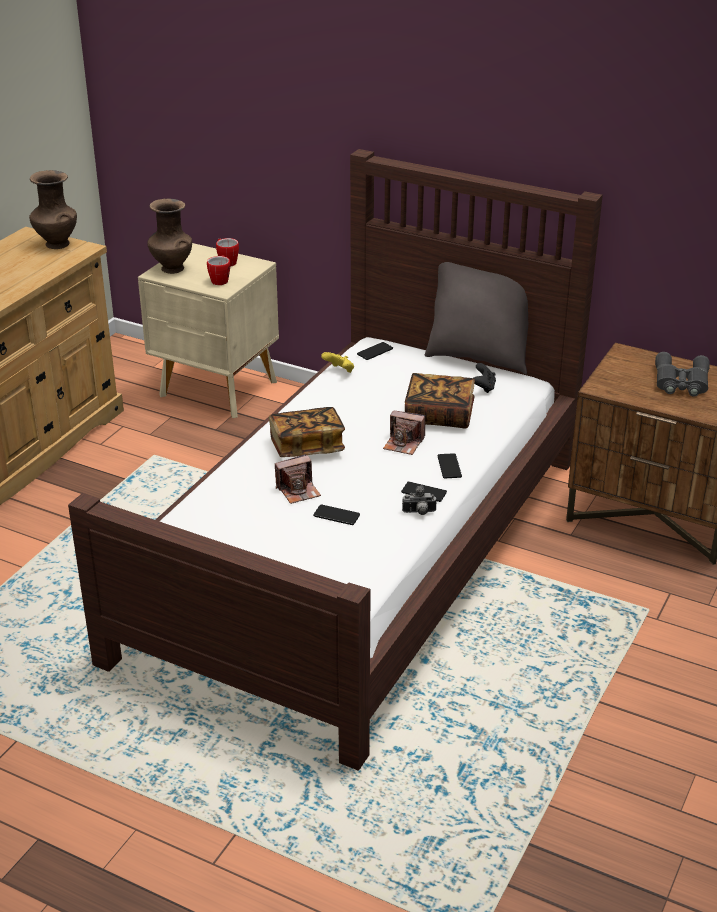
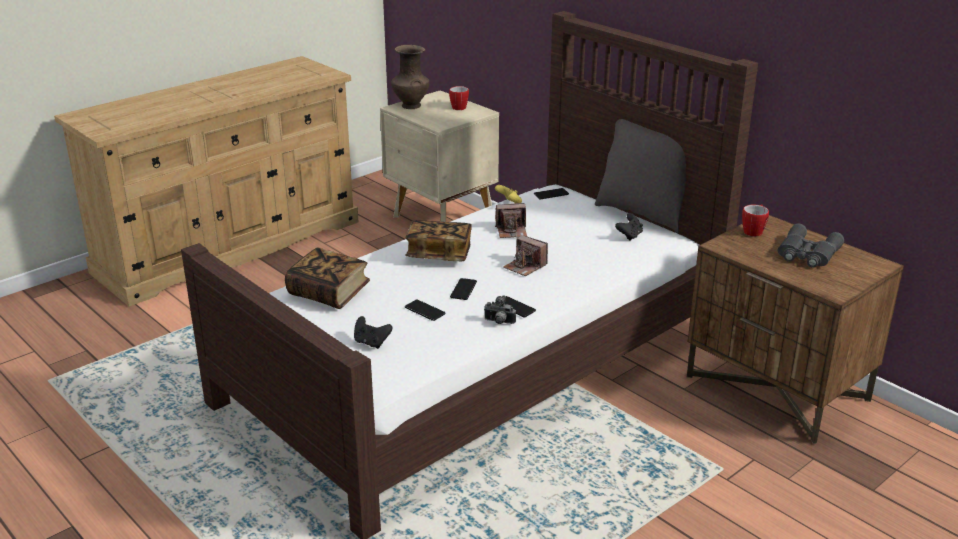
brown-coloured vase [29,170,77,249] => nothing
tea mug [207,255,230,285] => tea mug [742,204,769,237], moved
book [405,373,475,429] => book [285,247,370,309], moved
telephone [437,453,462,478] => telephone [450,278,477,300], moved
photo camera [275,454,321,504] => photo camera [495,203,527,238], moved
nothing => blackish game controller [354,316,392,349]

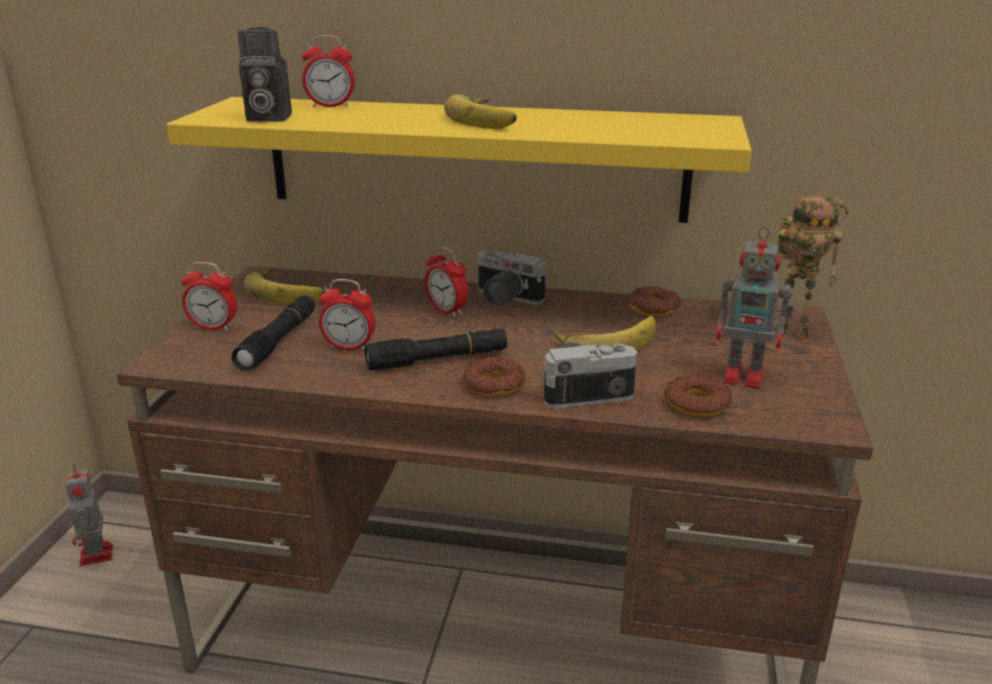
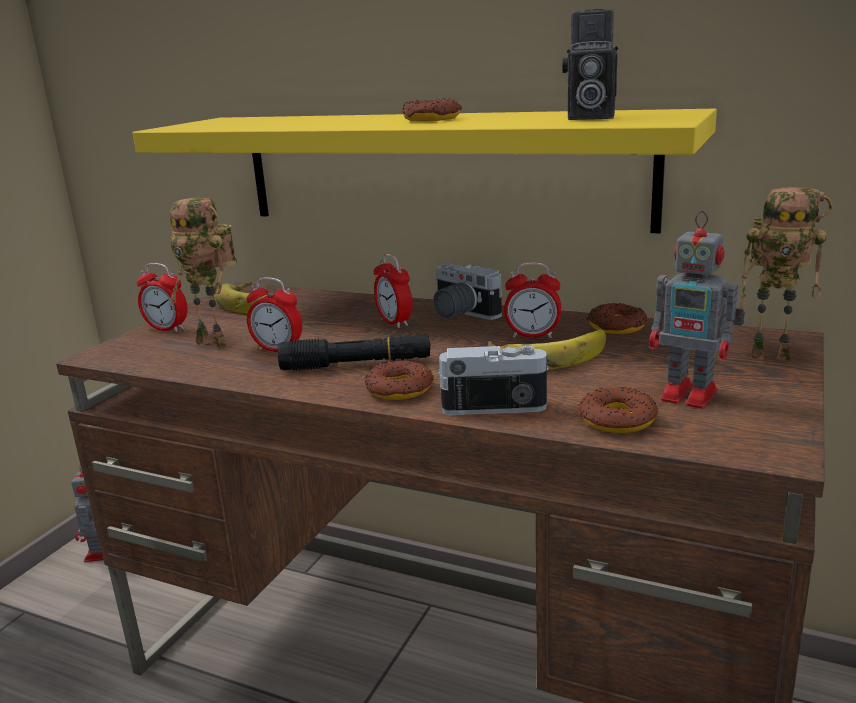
photo camera [238,27,292,122] => photo camera [562,9,618,120], moved
bedside clock [302,35,355,108] => bedside clock [504,262,561,338], moved
whole banana [444,94,517,129] => donut [402,98,462,122]
blackish flashlight [231,295,315,371] => model robot [169,198,237,348]

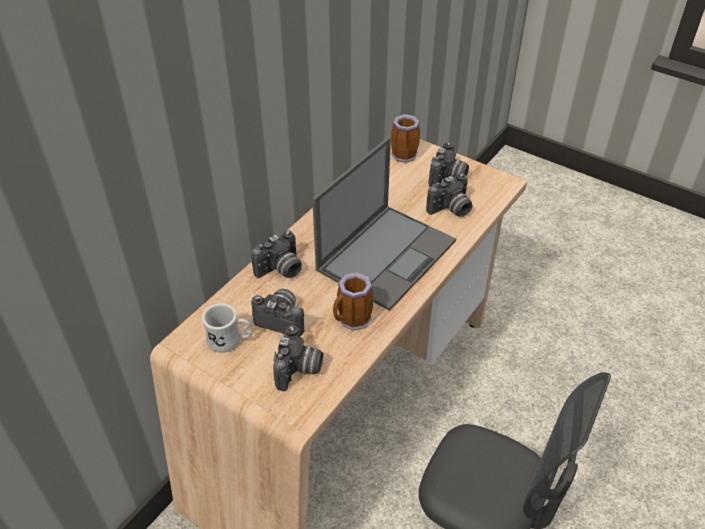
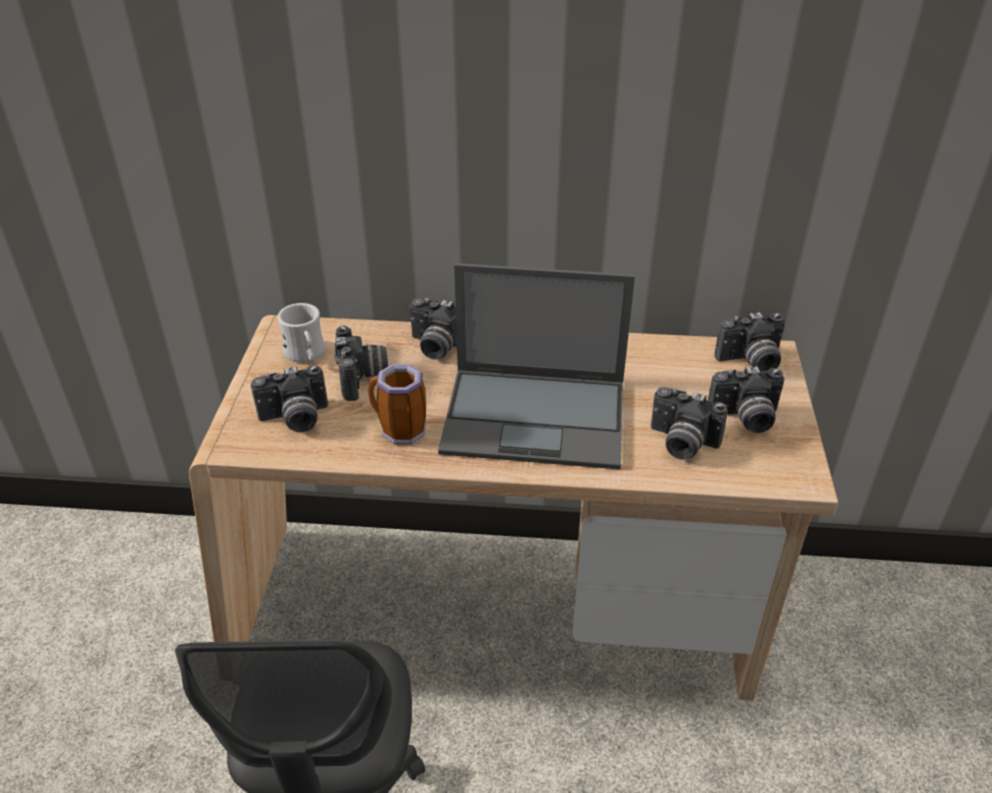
tea mug [391,114,420,163] => photo camera [715,312,785,371]

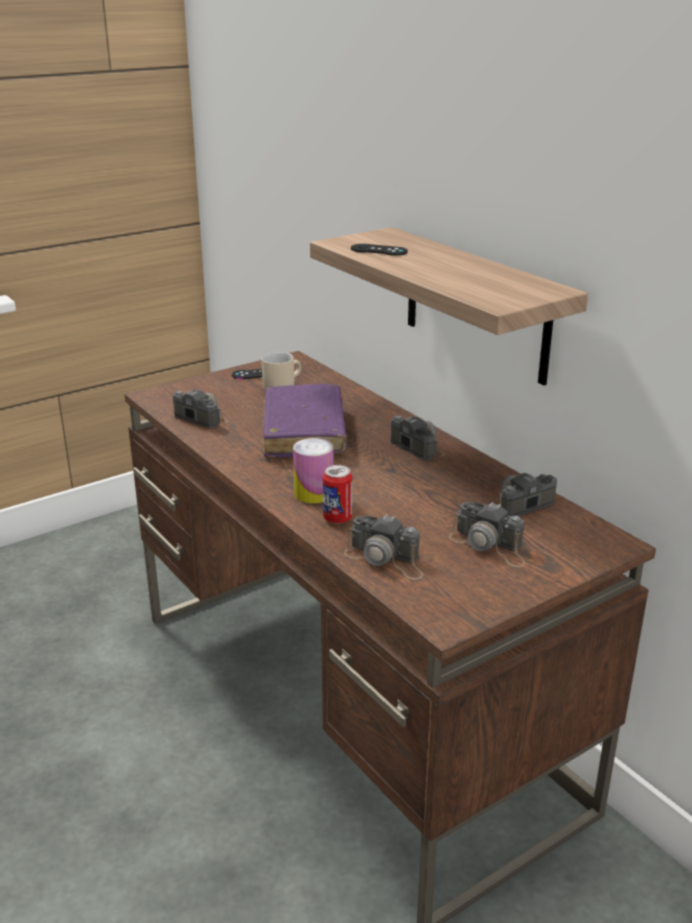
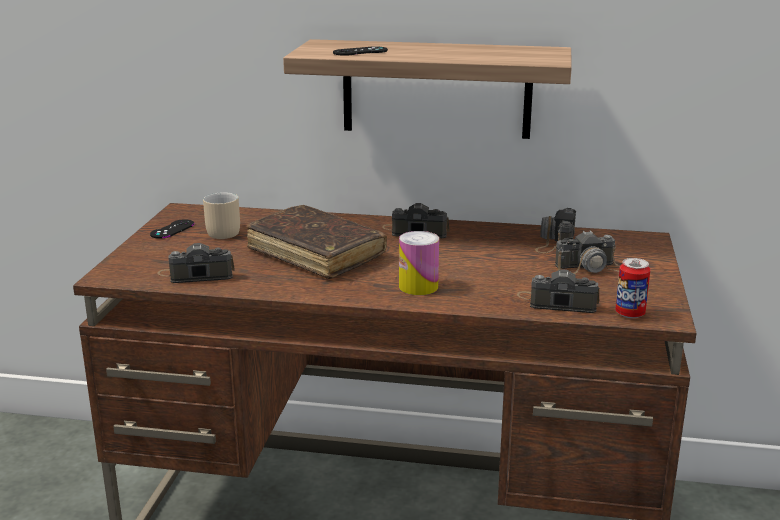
purple-coloured book [263,384,347,458] => brown-coloured book [247,205,387,279]
sealed can [323,465,352,524] => sealed can [615,258,650,318], moved
photo camera [344,514,424,580] => photo camera [517,269,599,313], 150 degrees counterclockwise

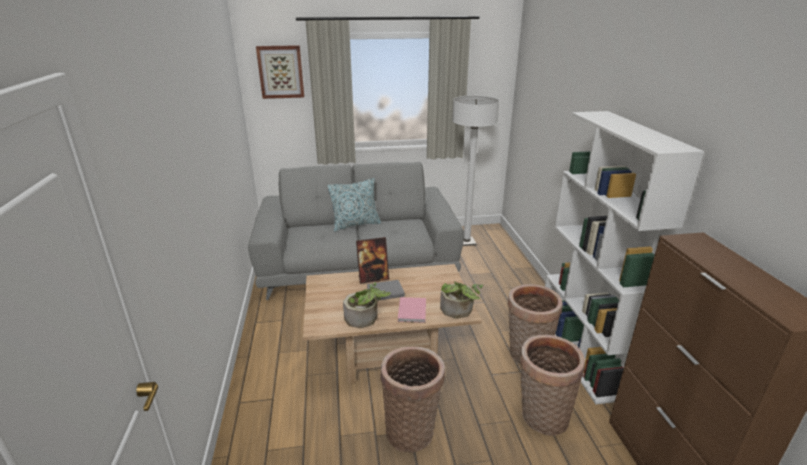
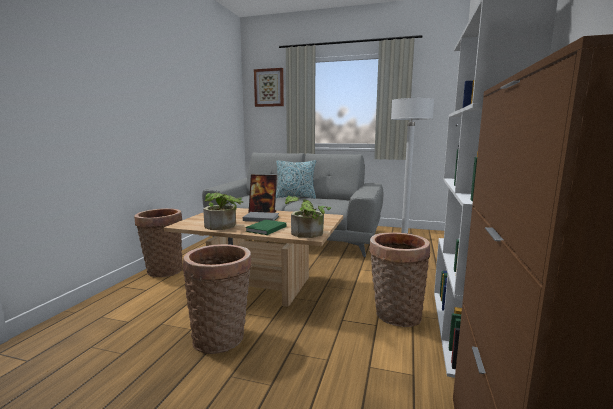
pinkish book [398,297,426,323] => green book [245,220,286,235]
basket [519,335,585,436] => basket [134,208,183,277], moved

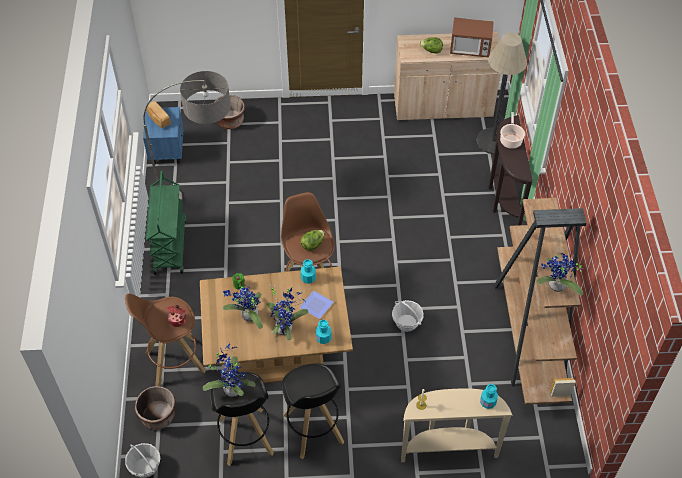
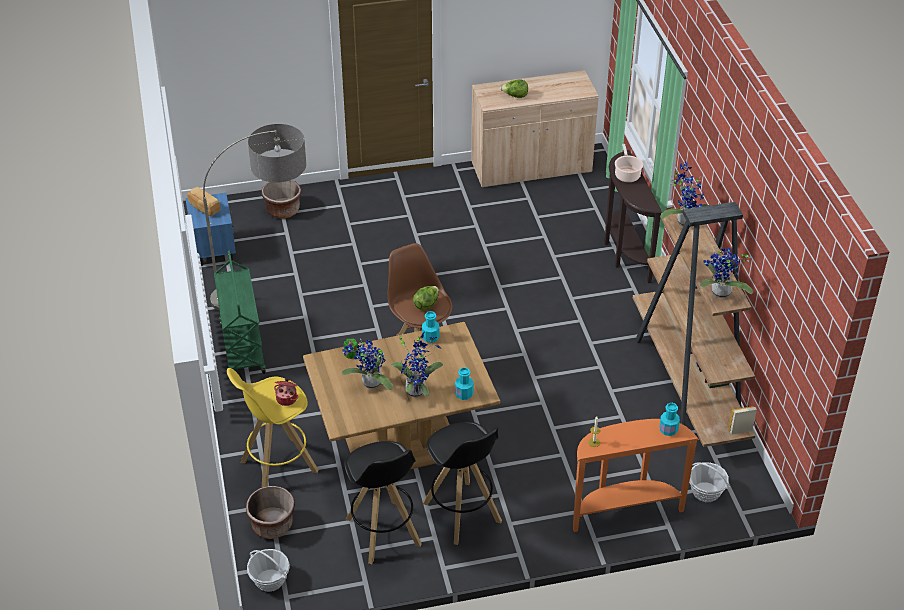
microwave [450,18,494,58] => nothing
standard lamp [476,33,527,154] => nothing
flat dish [299,291,334,319] => nothing
brown-coloured stool [125,293,206,386] => yellow stool [227,368,319,487]
basket [392,300,423,332] => basket [689,462,730,502], moved
houseplant [203,343,256,397] => houseplant [660,161,710,227], moved
beige narrow table [401,388,513,462] => orange-coloured narrow table [573,419,699,532]

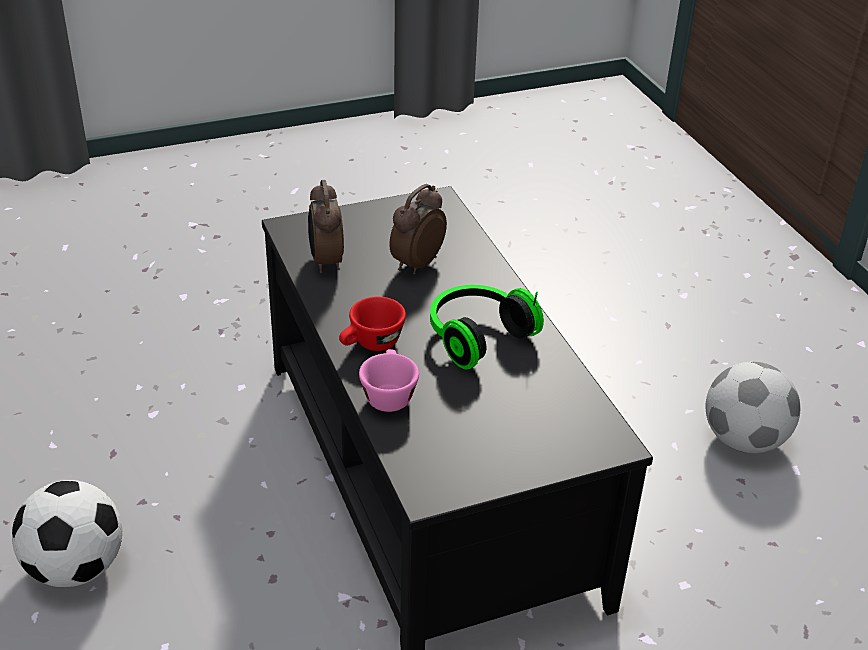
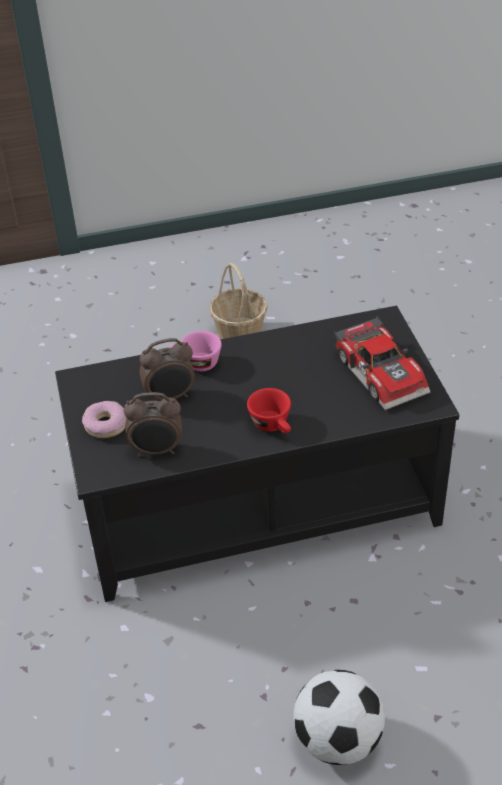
bedside clock [389,184,447,274] => bedside clock [140,338,195,401], 60 degrees counterclockwise
pair of headphones [430,285,544,369] => nothing
pinkish cup [359,349,419,412] => pinkish cup [169,331,222,371], moved
football [706,362,801,453] => basket [209,262,268,339]
nothing => toy car [334,317,430,410]
nothing => donut [82,401,126,438]

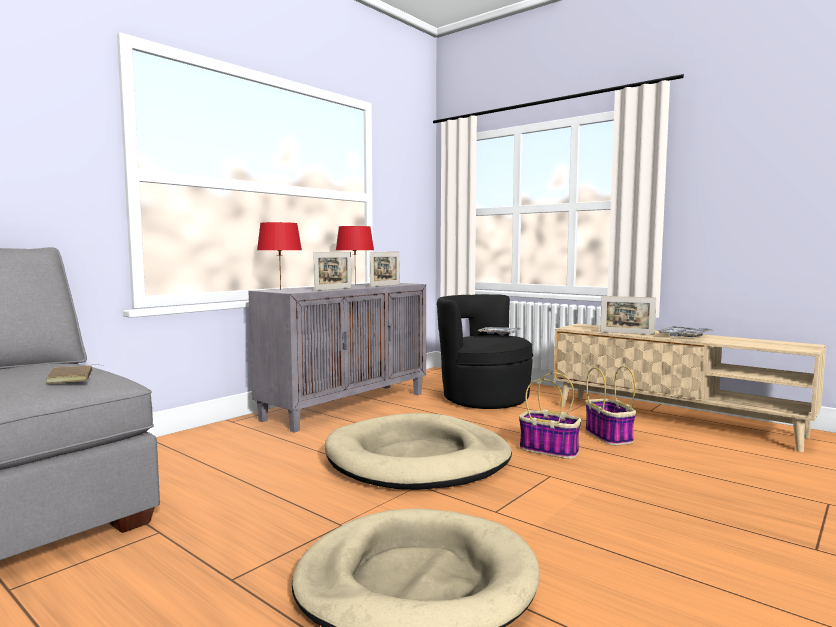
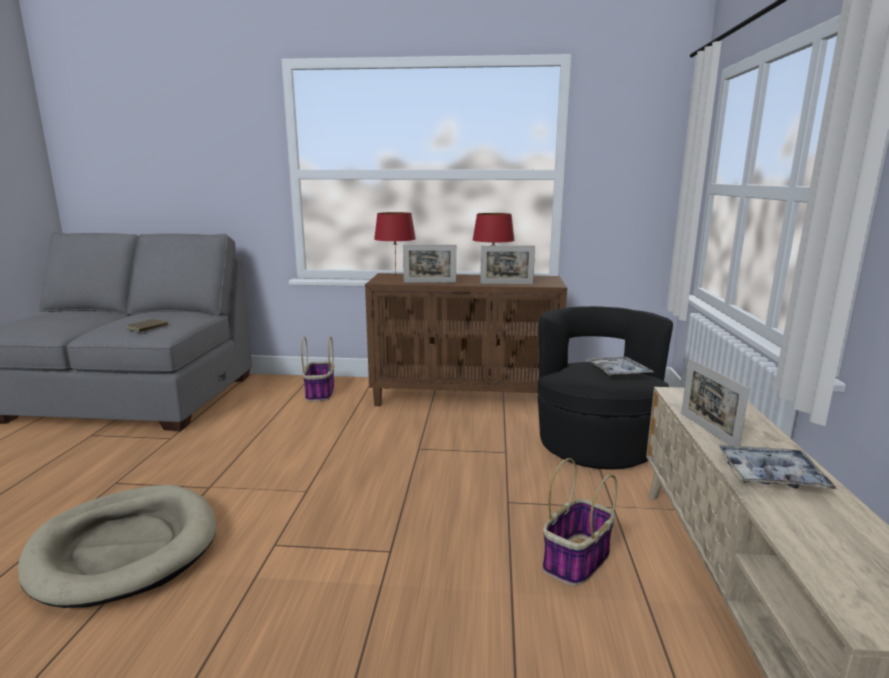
gray cupboard [249,283,426,433] => brown-coloured cupboard [365,273,567,406]
basket [519,372,581,459] => basket [301,336,334,401], moved
beige dog cushion [324,413,512,490] => nothing

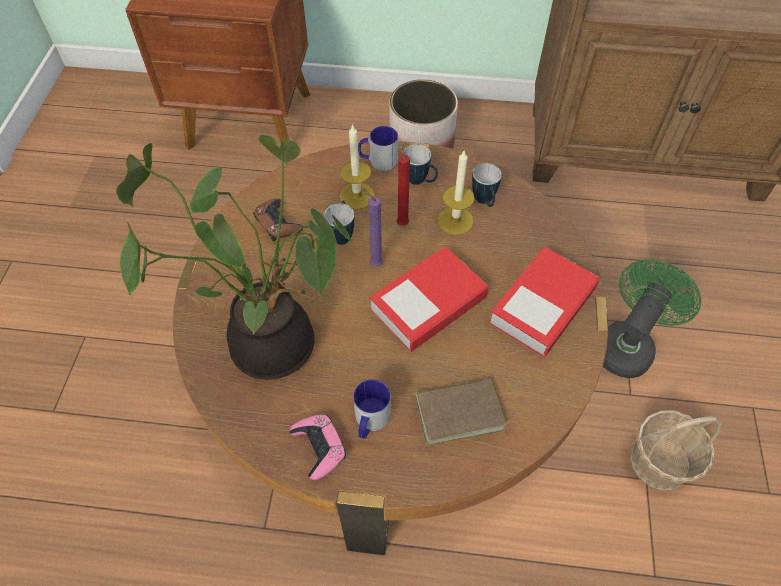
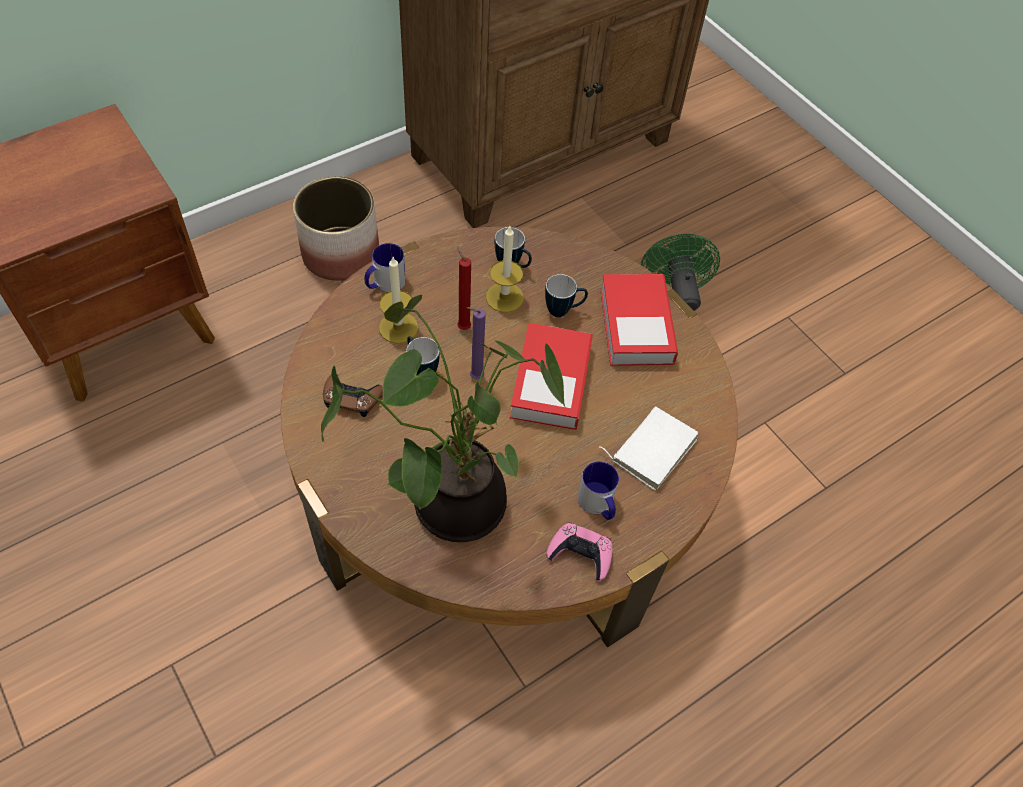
tea mug [404,145,438,185] => tea mug [545,274,588,317], moved
brown-coloured book [412,377,506,445] => white book [599,407,698,490]
basket [630,410,722,490] => nothing

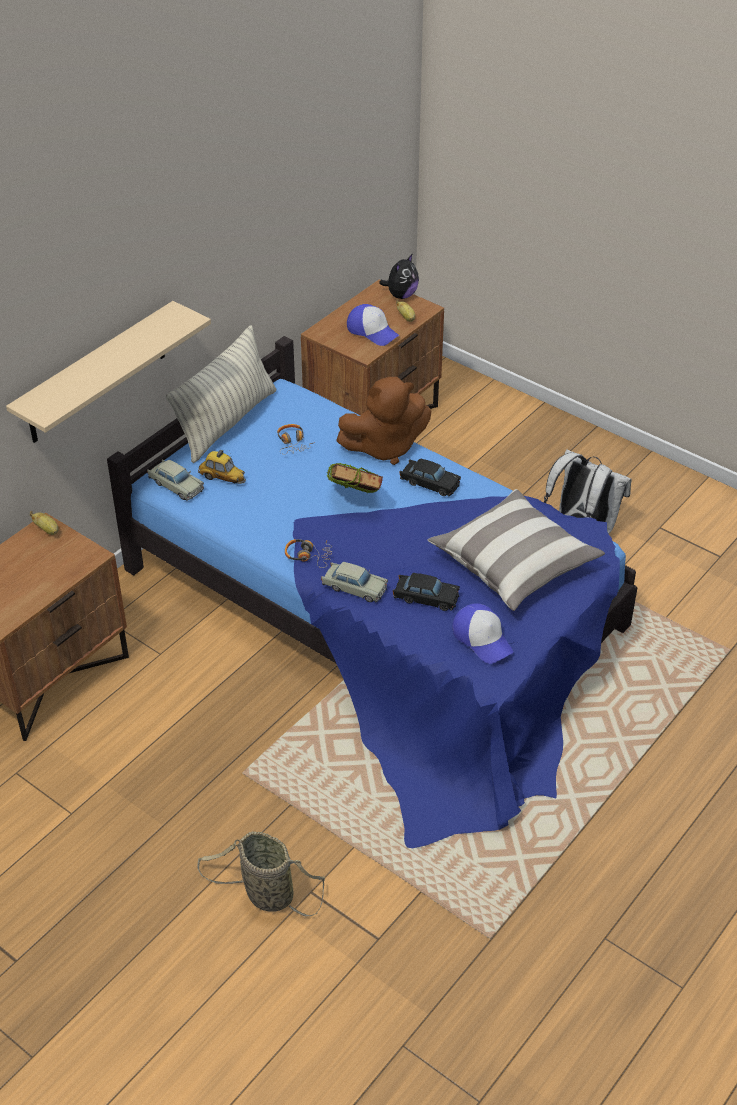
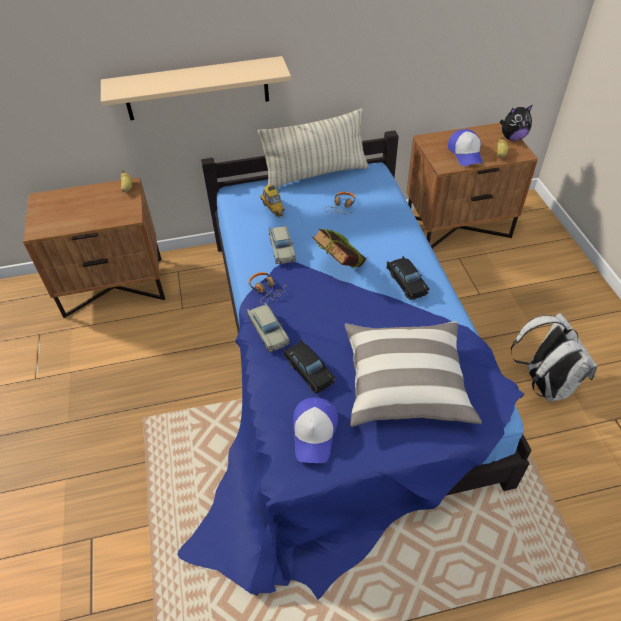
brown-coloured plush toy [336,377,431,465] => nothing
beige toy car [147,459,204,501] => beige toy car [269,224,296,265], moved
basket [198,831,325,917] => nothing

